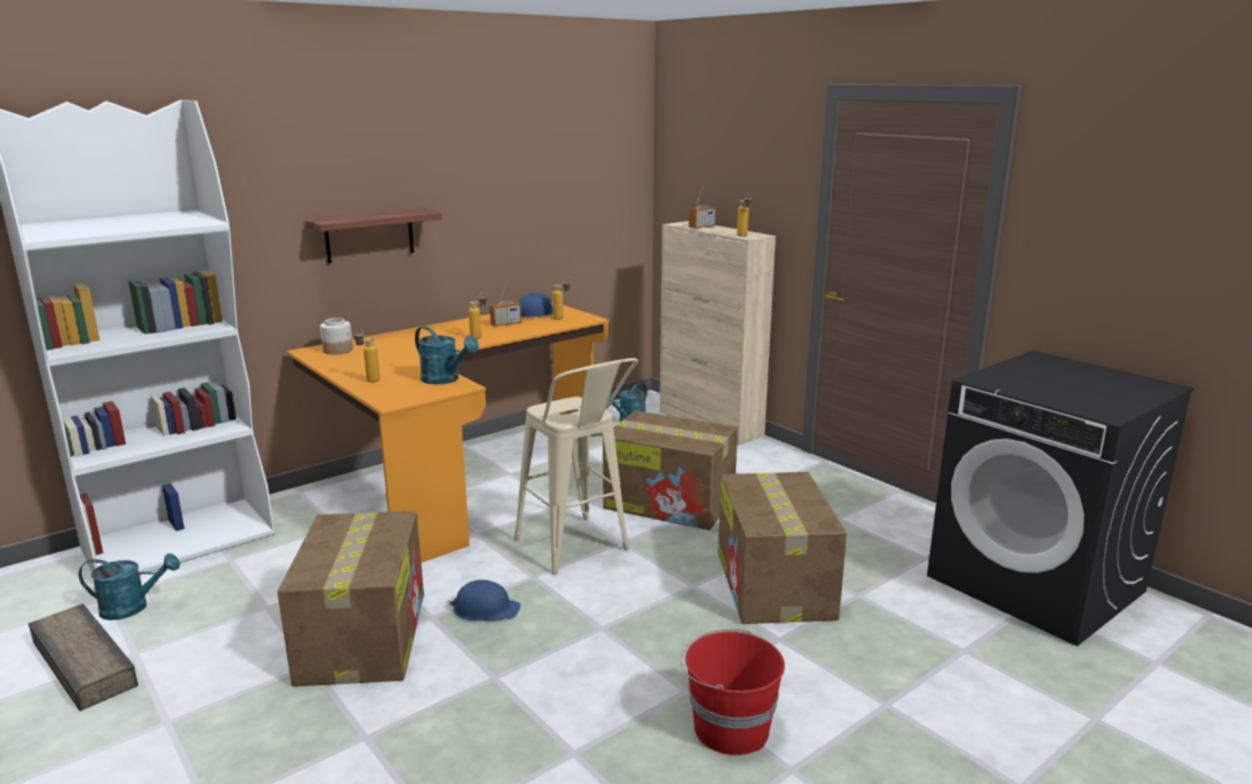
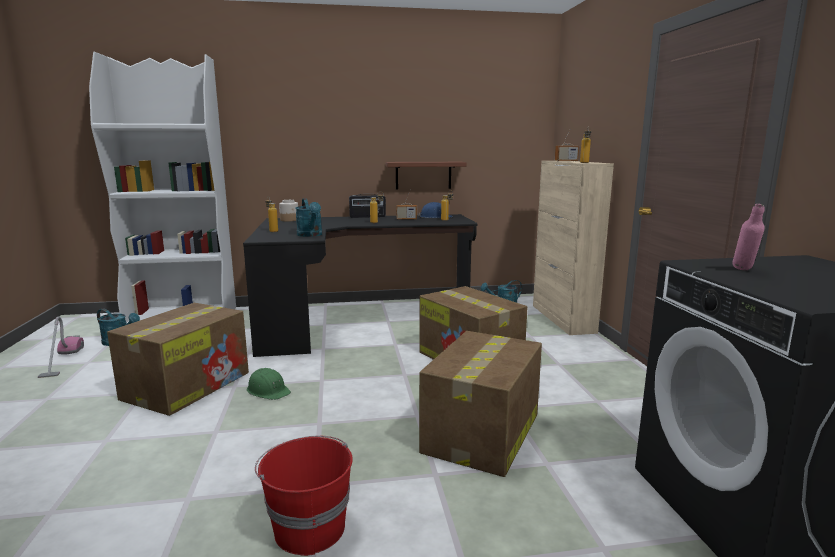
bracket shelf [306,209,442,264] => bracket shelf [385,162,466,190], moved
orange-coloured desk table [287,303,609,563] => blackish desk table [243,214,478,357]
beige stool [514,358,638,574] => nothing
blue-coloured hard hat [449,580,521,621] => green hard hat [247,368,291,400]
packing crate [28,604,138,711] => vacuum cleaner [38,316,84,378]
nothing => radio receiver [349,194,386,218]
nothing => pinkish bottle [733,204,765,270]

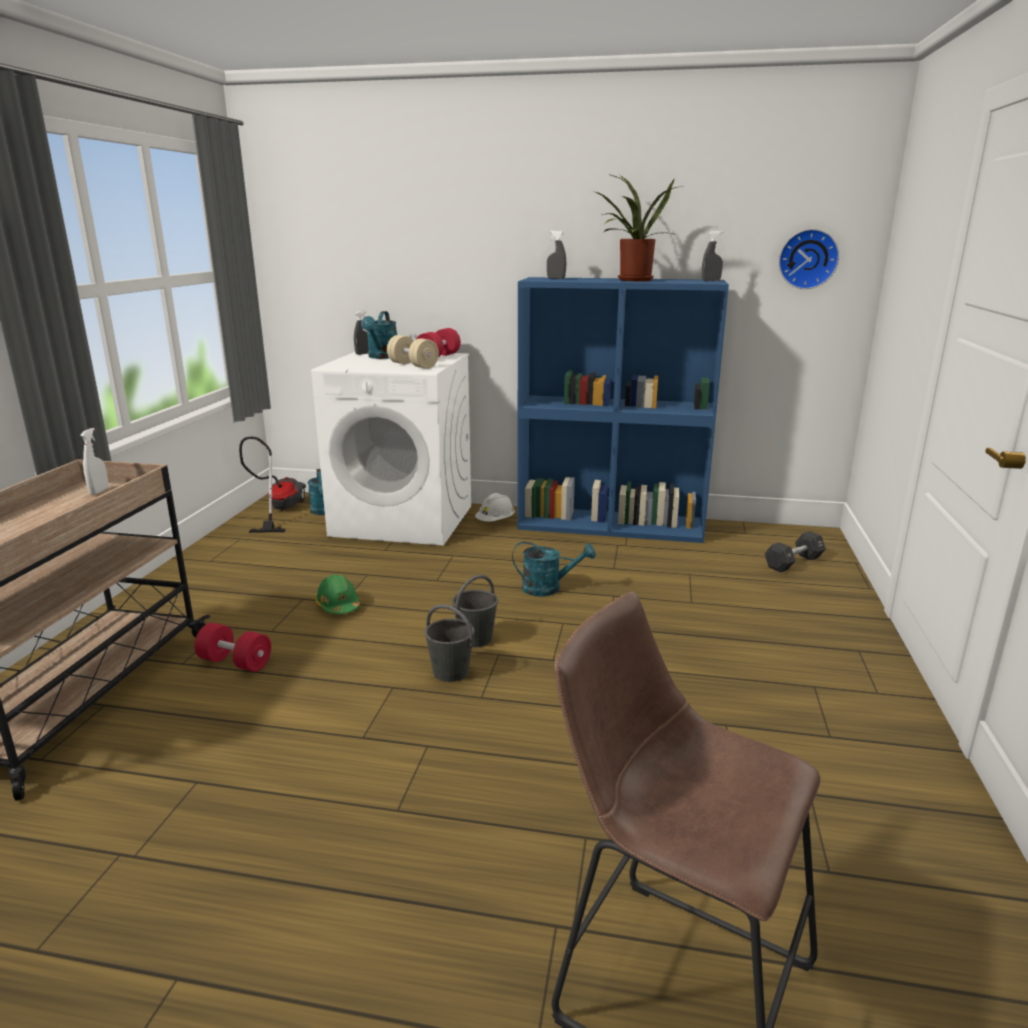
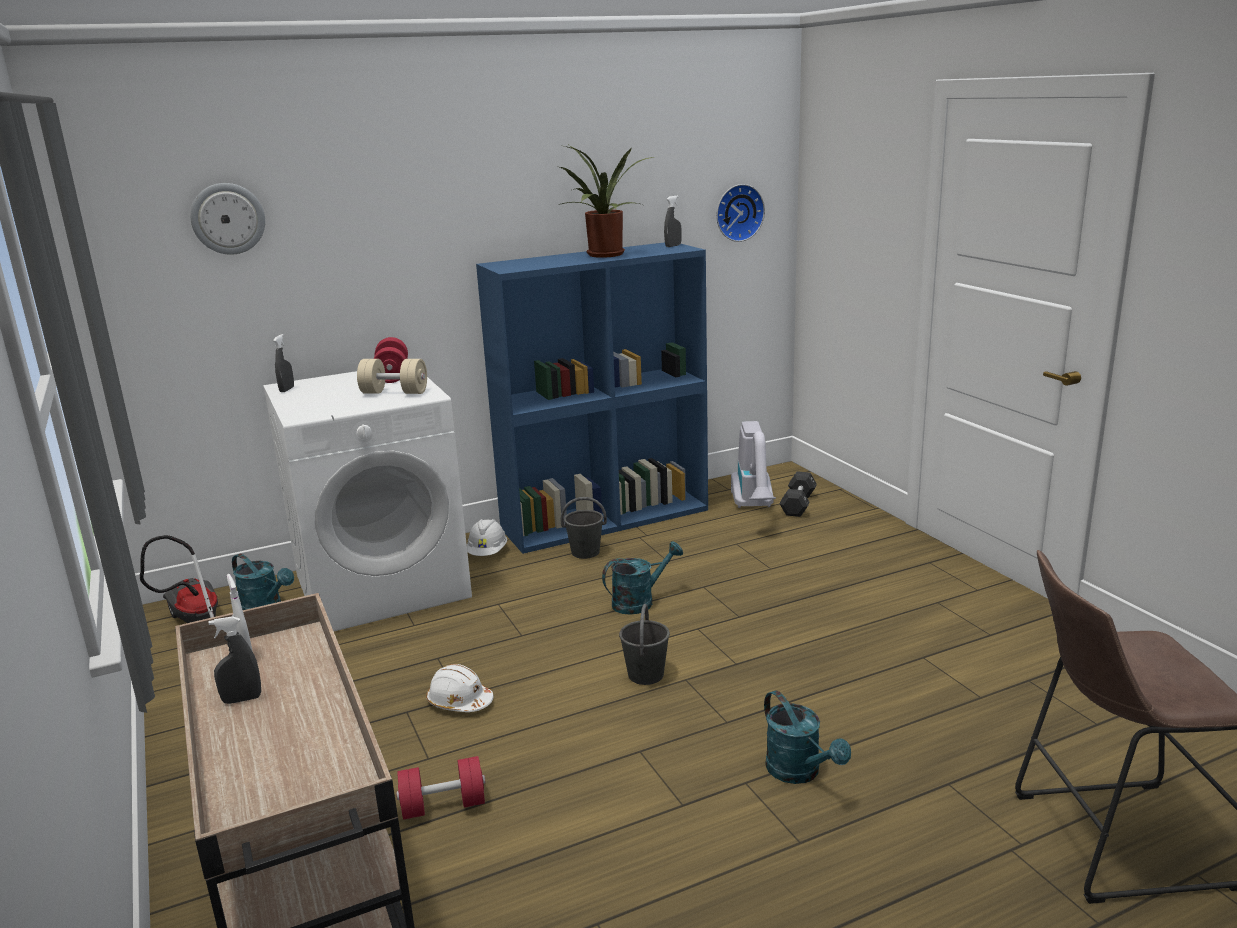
gray spray bottle [547,230,566,279] => gray spray bottle [209,616,261,704], moved
turquoise-coloured watering pot [361,311,397,359] => turquoise-coloured watering pot [764,691,851,784], moved
green hard hat [315,574,360,614] => white hard hat [426,664,494,712]
gray pail [425,604,475,682] => gray pail [561,497,607,559], moved
nothing => wall clock [190,183,265,255]
nothing => vacuum cleaner [731,421,776,508]

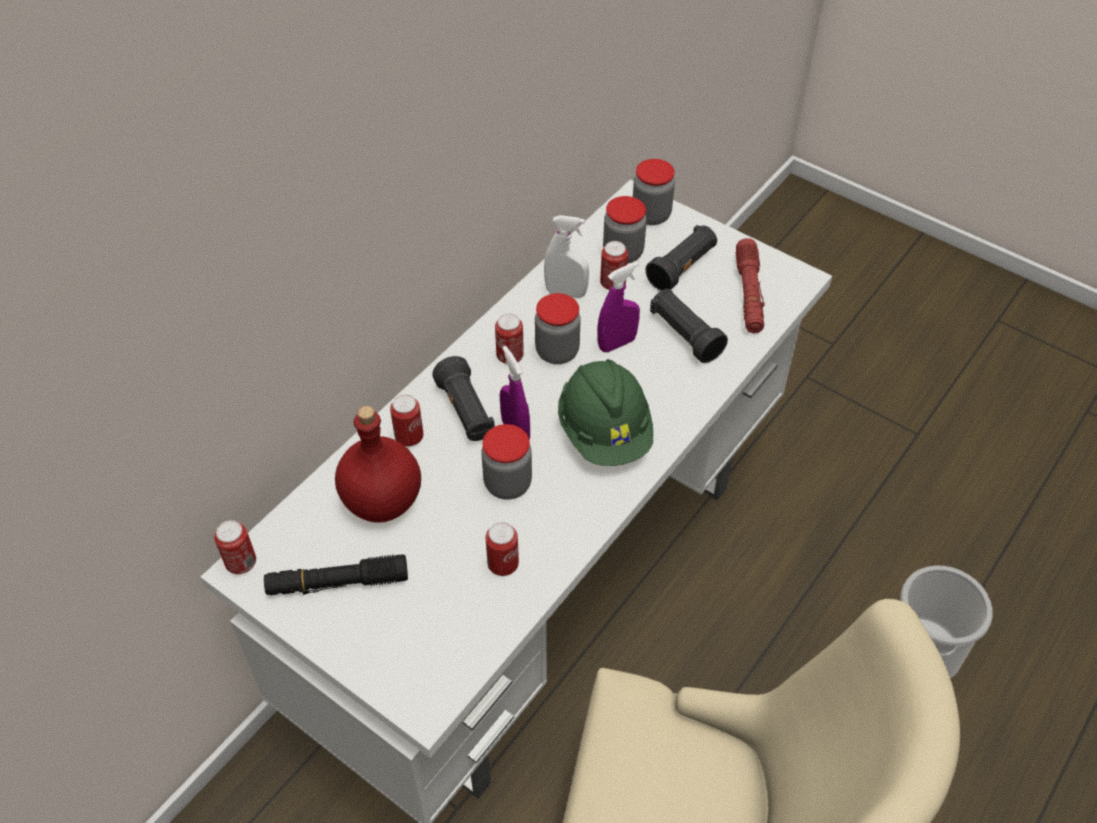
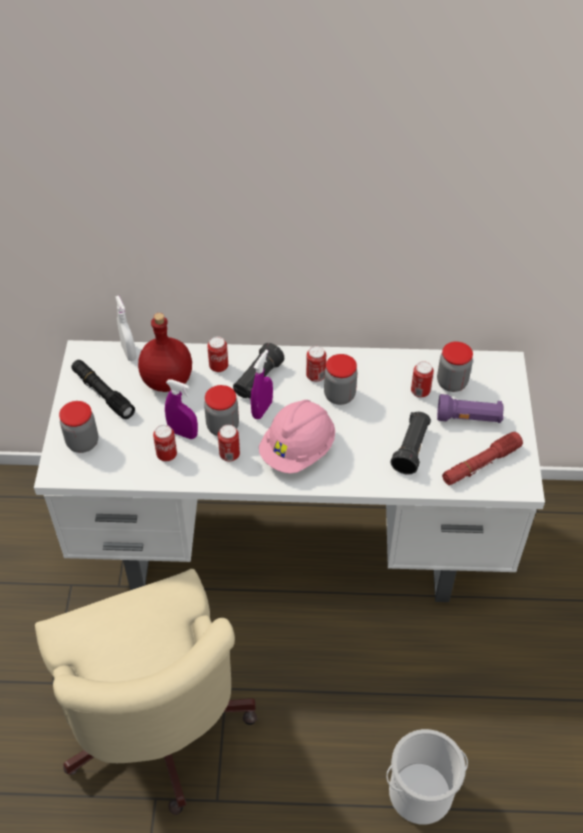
storage jar [633,159,675,225] => storage jar [59,401,98,453], moved
white spray bottle [544,215,589,298] => white spray bottle [115,296,137,361], moved
blackish flashlight [645,225,717,291] => purple-coloured flashlight [437,394,503,423]
purple-coloured spray bottle [597,262,640,352] => purple-coloured spray bottle [165,379,198,439], moved
green hard hat [558,359,653,466] => pinkish hard hat [259,400,335,474]
sealed can [214,520,256,574] => sealed can [218,425,240,461], moved

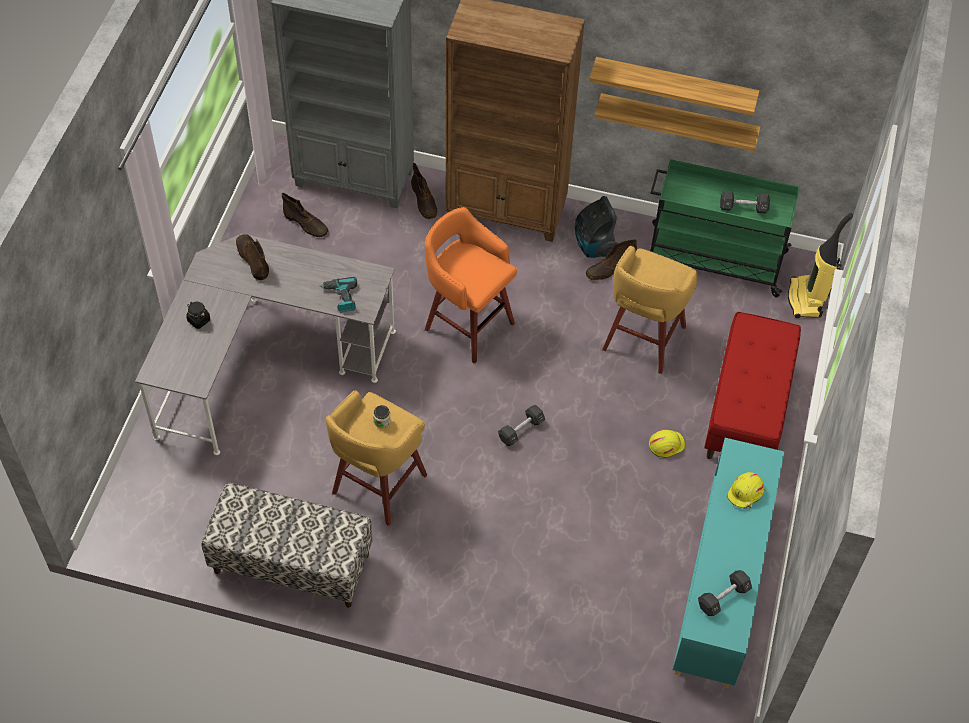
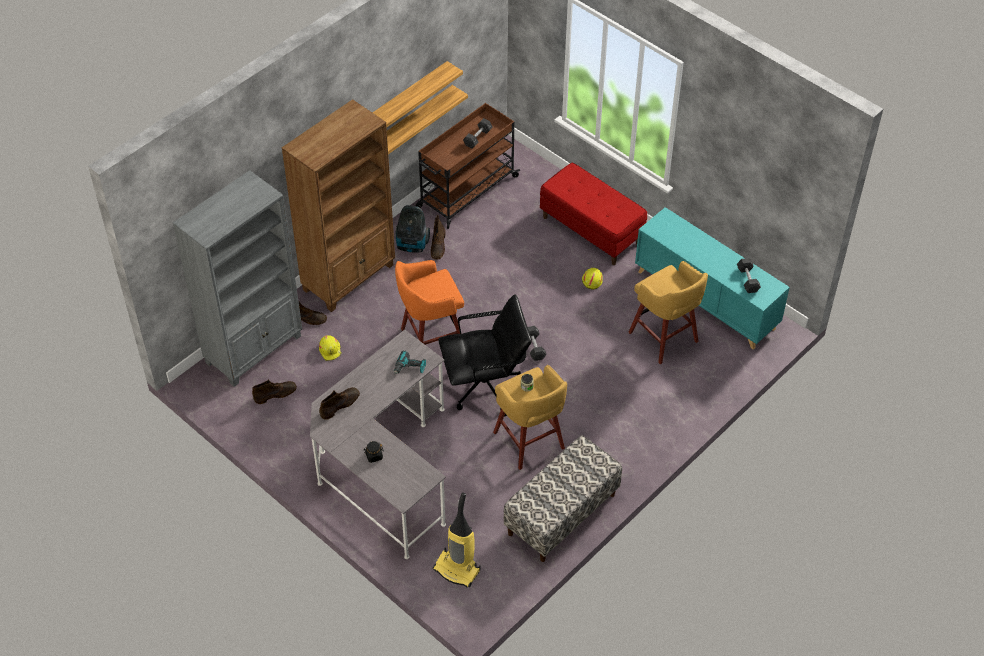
green wheeled cart [650,159,800,298] => brown-coloured wheeled cart [416,103,520,229]
vacuum cleaner [788,213,853,318] => vacuum cleaner [433,493,481,587], moved
brown-coloured tall boot [236,234,269,280] => brown-coloured tall boot [319,387,360,420], 135 degrees clockwise
yellow stool [602,245,698,374] => yellow stool [628,261,708,364], moved
yellow hard hat [727,472,765,509] => yellow hard hat [319,335,342,361], moved
nothing => blackish desk chair [438,294,532,410]

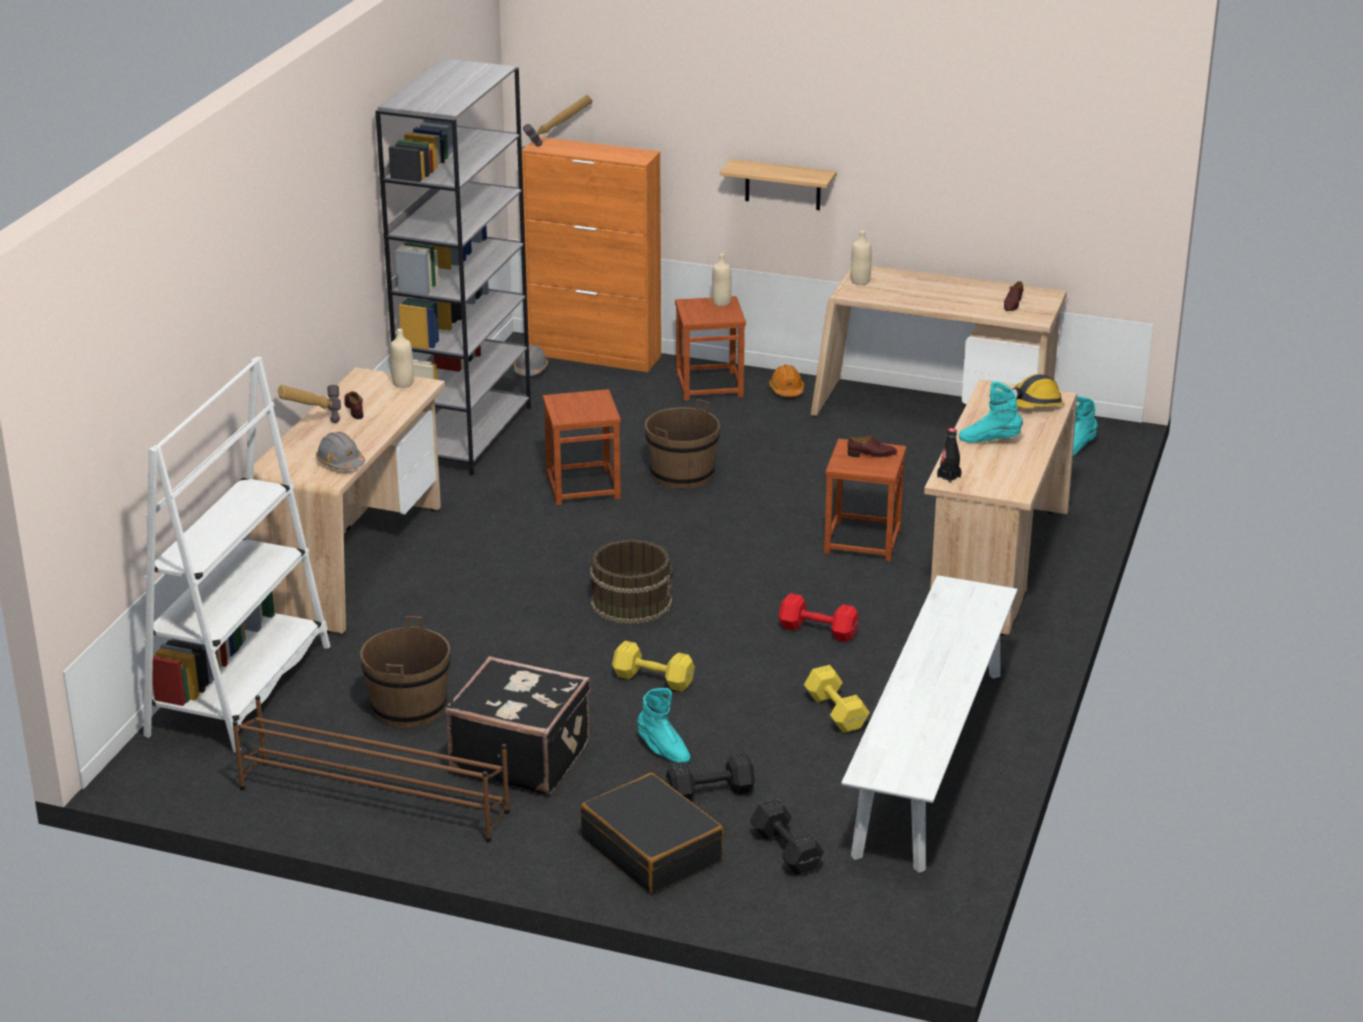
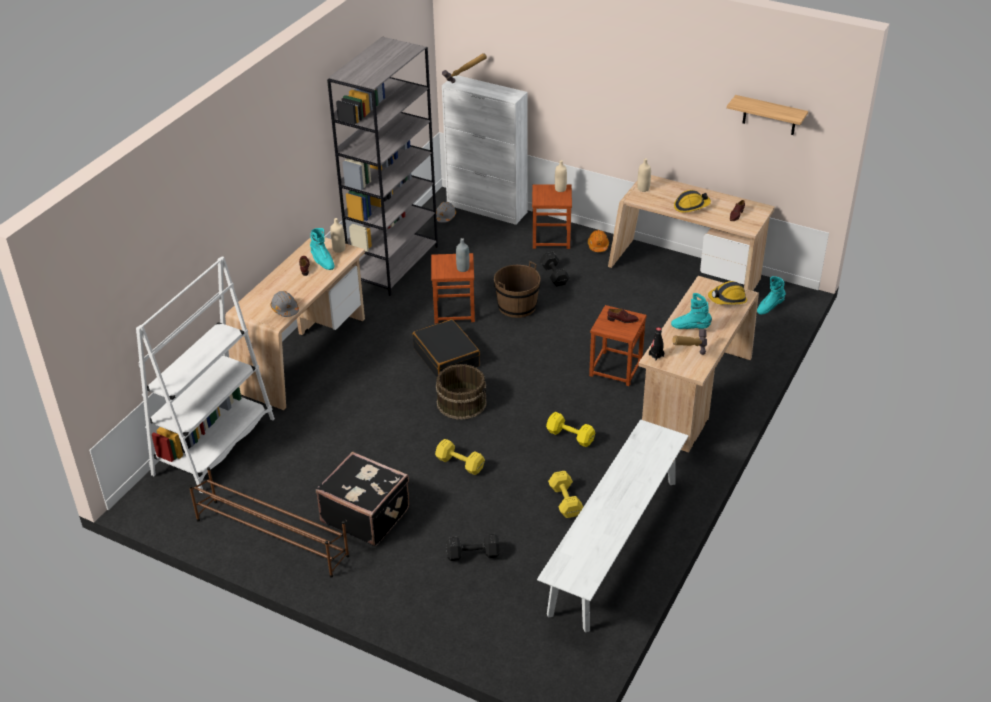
orange-coloured cupboard [522,137,661,372] => white cupboard [442,75,528,225]
bracket shelf [720,159,837,210] => bracket shelf [727,95,808,135], moved
hand hammer [278,385,341,423] => hand hammer [672,329,707,355], moved
red free weight [779,593,859,642] => yellow free weight [546,412,595,447]
brown-coloured pail [360,616,450,728] => nothing
turquoise-coloured tall boot [637,688,690,763] => turquoise-coloured tall boot [310,228,334,270], moved
blackish piece of luggage [580,773,724,893] => blackish piece of luggage [413,319,480,377], moved
blackish free weight [750,798,824,875] => blackish free weight [540,252,570,287], moved
nothing => hard hat [674,190,711,213]
nothing => gray bottle [456,238,470,272]

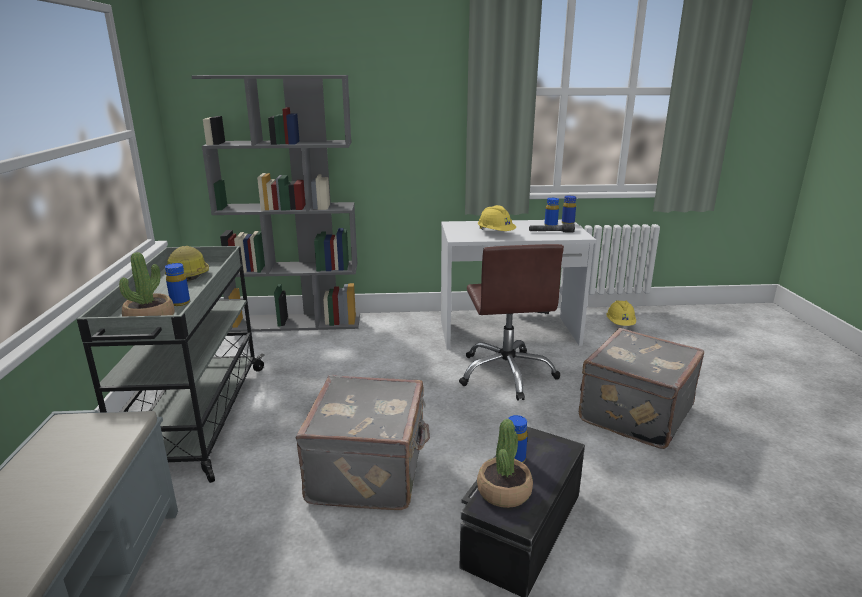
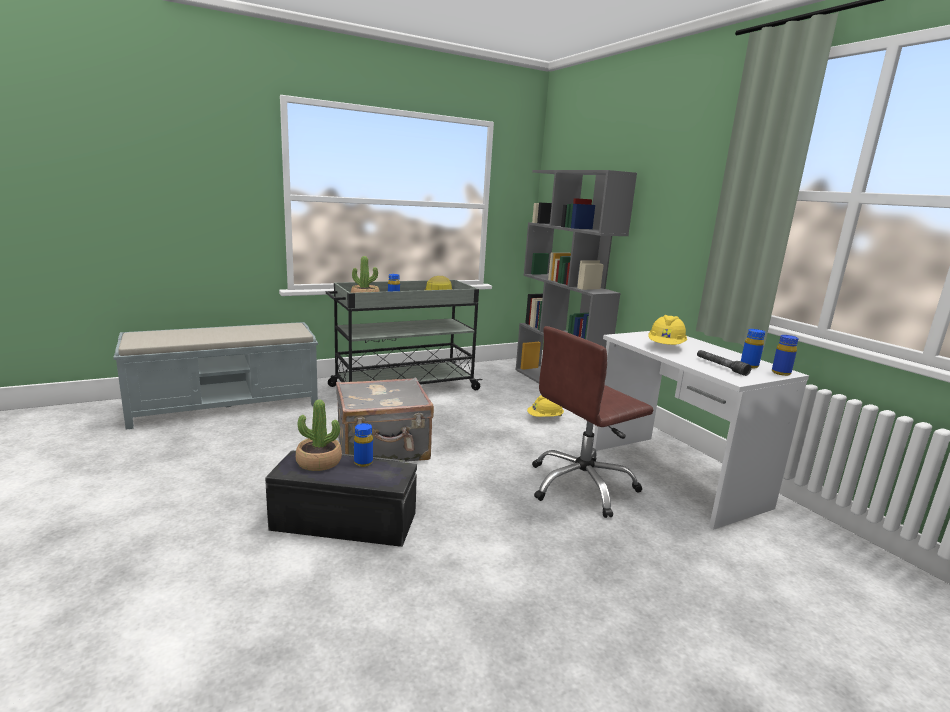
yellow hard hat [606,300,636,326] => yellow hard hat [527,395,564,417], moved
gray piece of luggage [579,328,704,449] => nothing

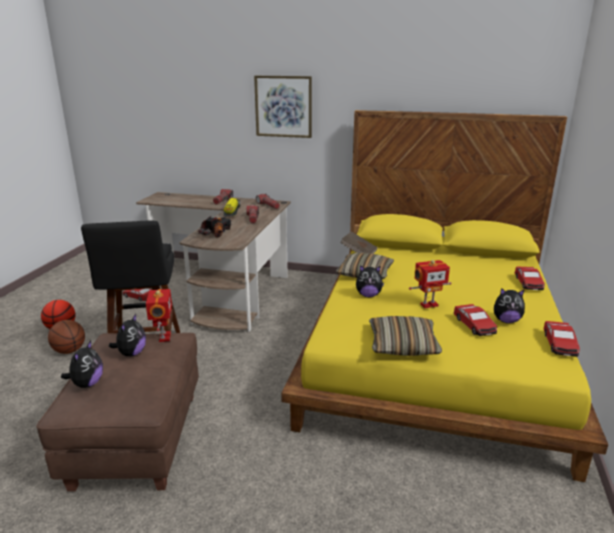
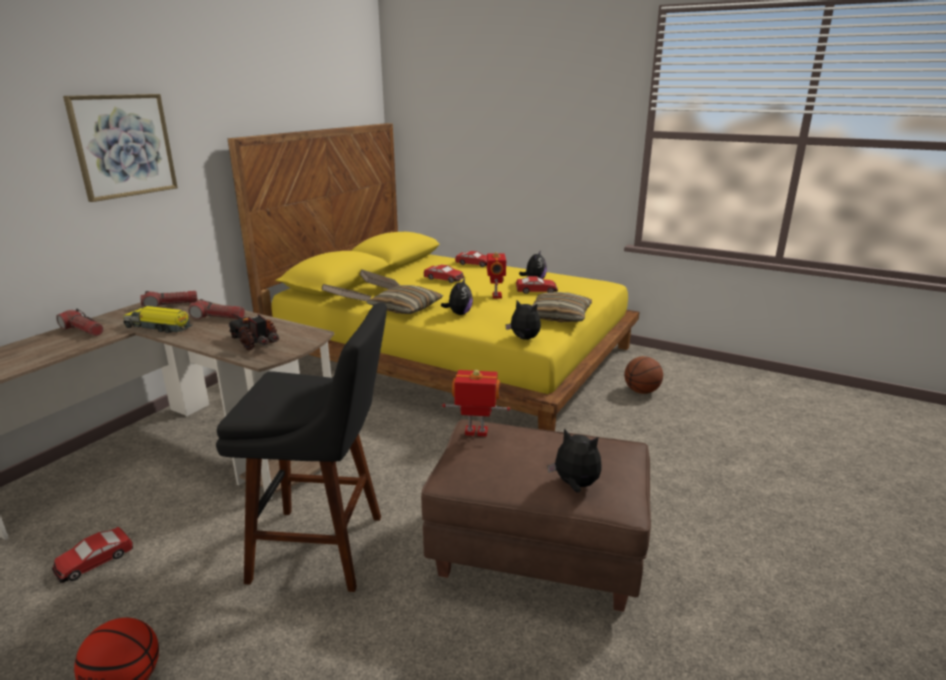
plush toy [109,314,146,356] => plush toy [505,300,541,340], moved
ball for basketball [48,320,85,354] => ball for basketball [624,356,663,394], moved
toy car [543,321,580,357] => toy car [424,264,465,283], moved
nothing => brown-coloured book [360,269,399,289]

